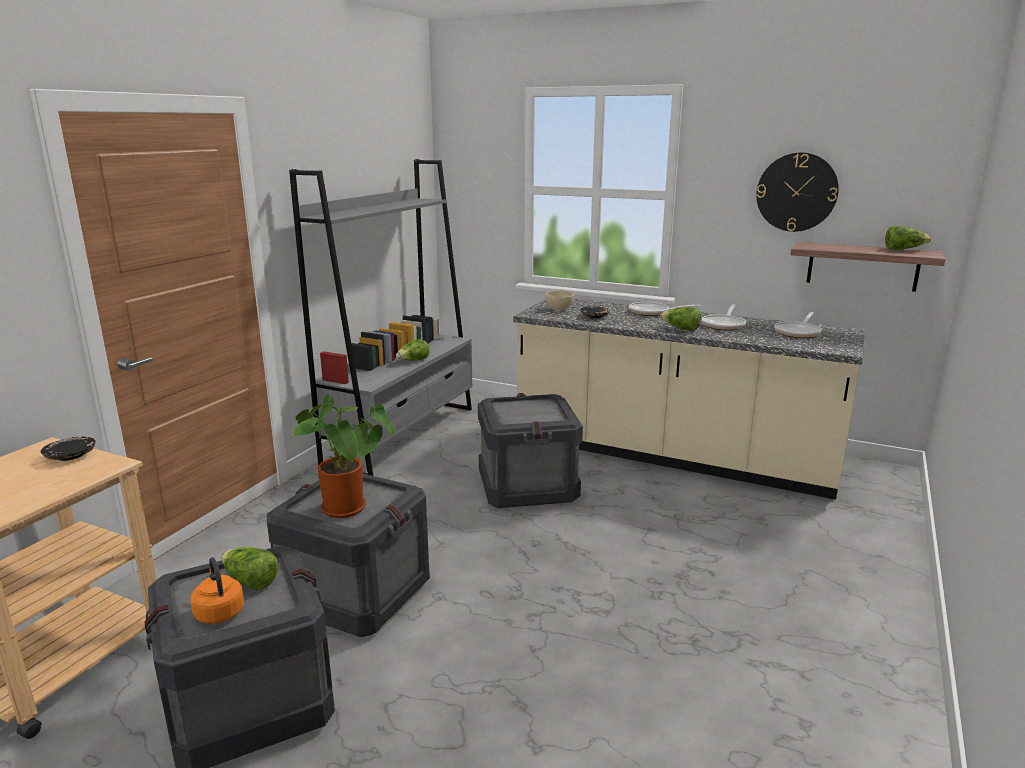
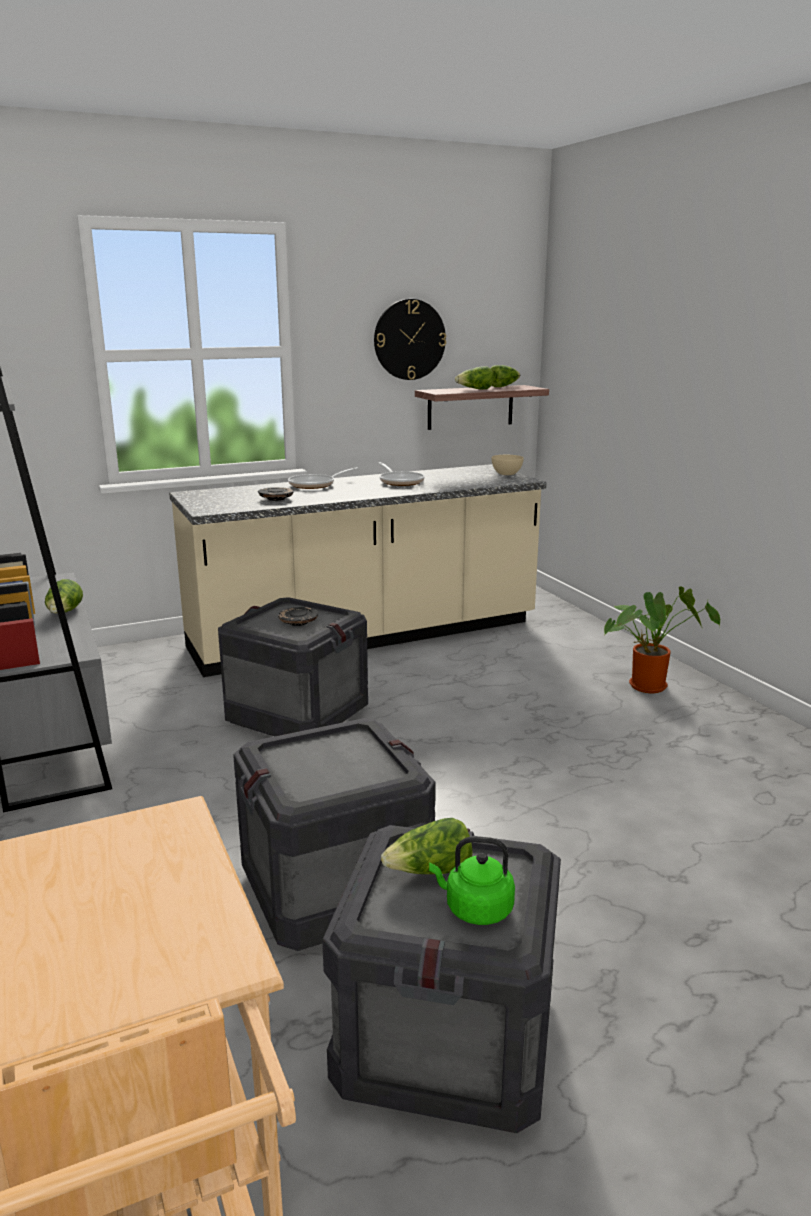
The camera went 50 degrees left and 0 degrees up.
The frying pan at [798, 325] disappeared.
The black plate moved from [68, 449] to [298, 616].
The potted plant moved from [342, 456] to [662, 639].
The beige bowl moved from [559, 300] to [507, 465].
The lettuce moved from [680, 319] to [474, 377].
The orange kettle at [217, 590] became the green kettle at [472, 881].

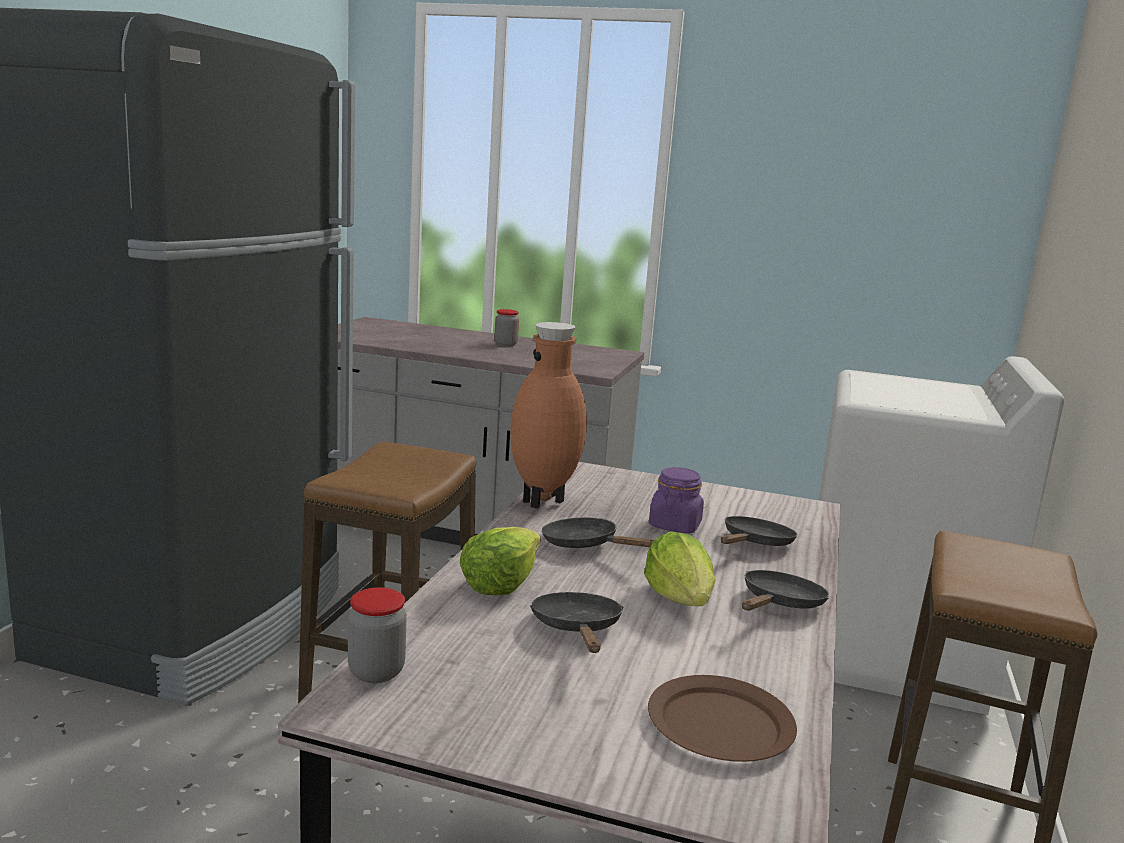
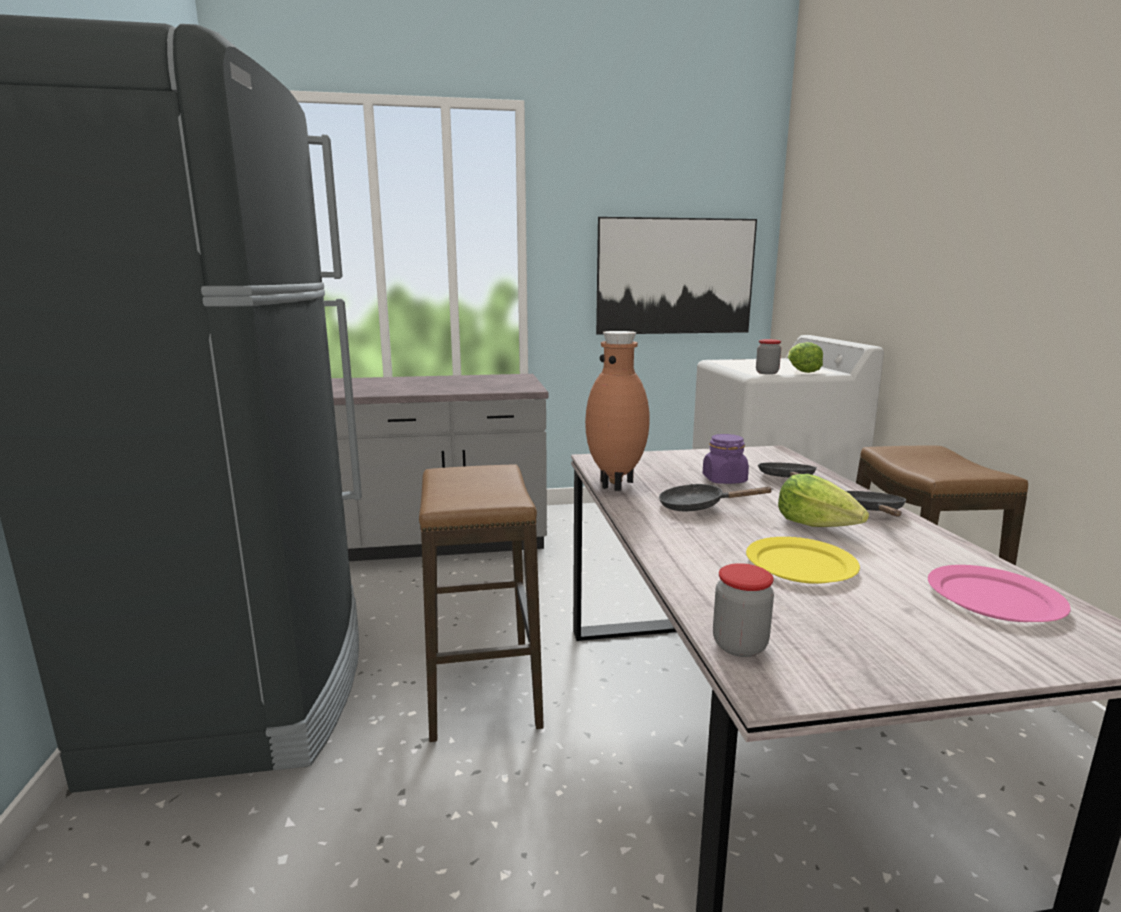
The camera went 25 degrees left and 0 degrees up.
The picture at [676, 276] appeared.
The lettuce moved from [500, 561] to [805, 357].
The jar moved from [506, 327] to [768, 357].
The black frying pan at [577, 622] was replaced by the yellow plate at [803, 560].
The brown plate at [722, 718] became the pink plate at [999, 593].

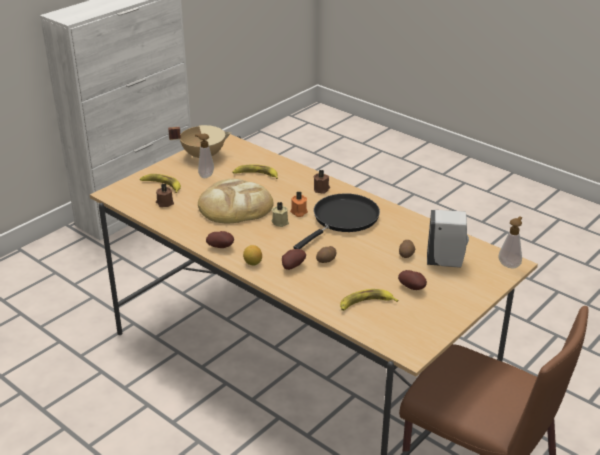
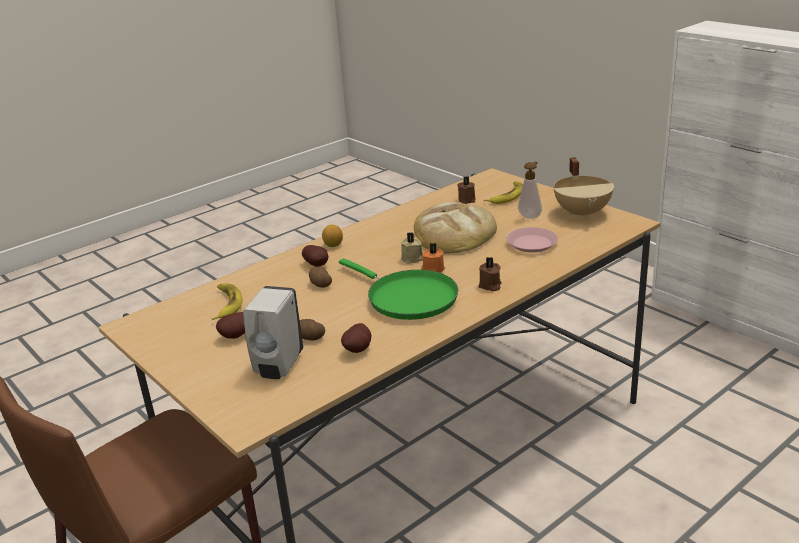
The camera went 100 degrees right and 5 degrees down.
The soap dispenser at [510, 242] disappeared.
The potato moved from [220, 239] to [356, 338].
The banana at [255, 172] was replaced by the pink plate at [532, 240].
The black frying pan at [337, 221] became the green frying pan at [398, 289].

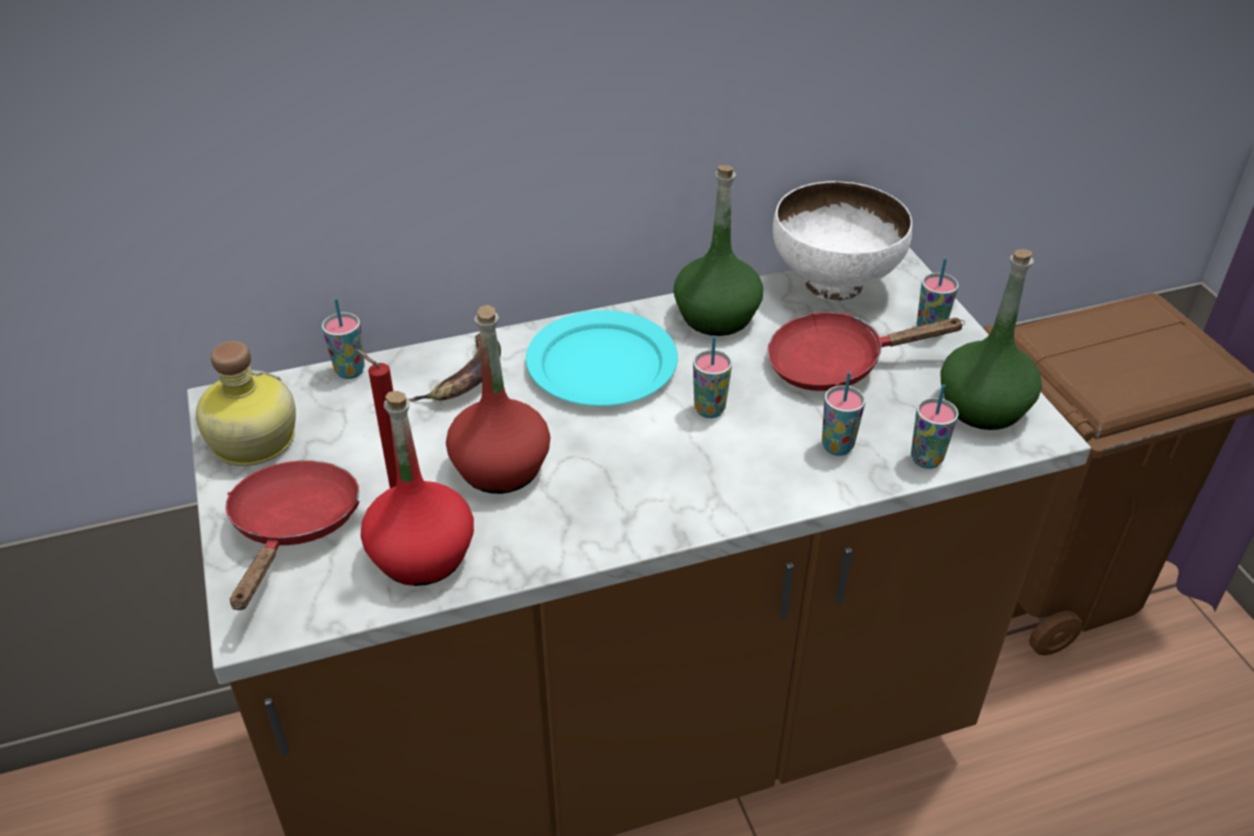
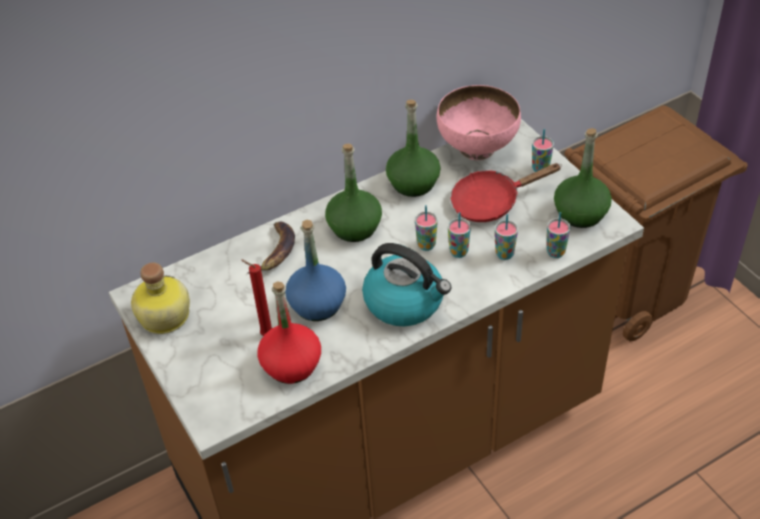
The camera went 10 degrees left and 5 degrees up.
The red frying pan at [292, 535] disappeared.
The kettle at [407, 284] appeared.
The cup moved from [343, 338] to [459, 235].
The turquoise plate at [602, 358] was replaced by the green bottle at [353, 192].
The red bottle at [498, 399] became the blue bottle at [315, 270].
The white bowl at [842, 241] became the pink bowl at [479, 122].

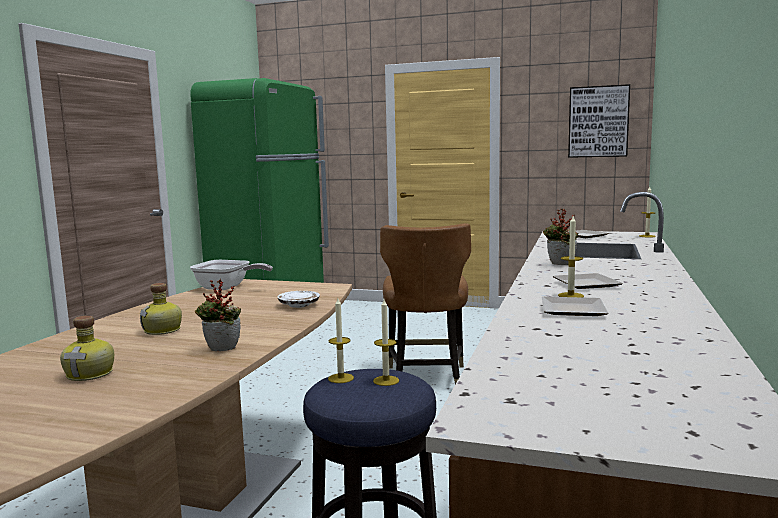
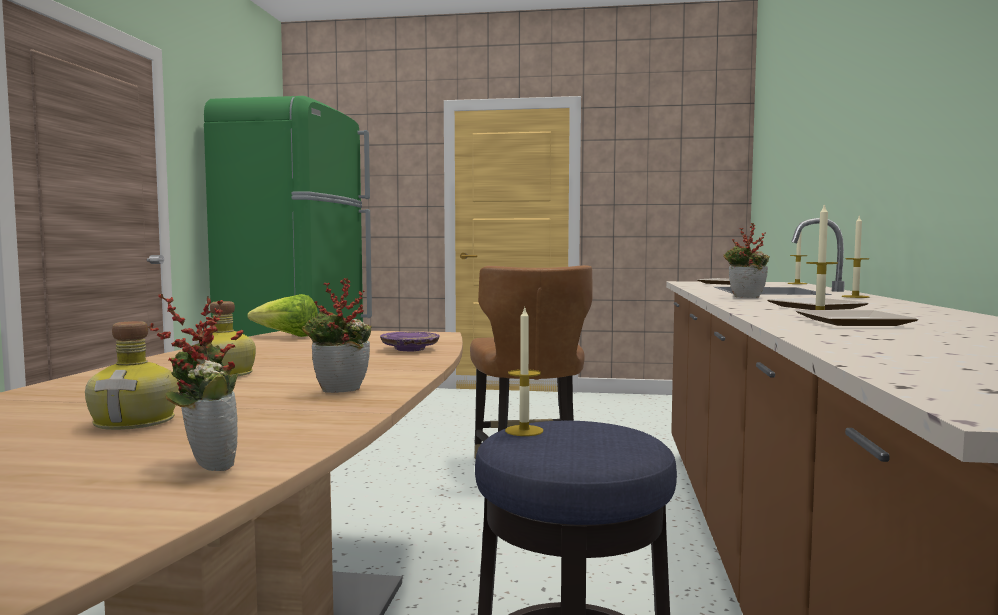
The camera went 10 degrees left and 5 degrees down.
The picture at [599, 121] disappeared.
The potted plant at [196, 382] appeared.
The candle moved from [386, 342] to [856, 257].
The frying pan at [231, 275] was replaced by the lettuce at [283, 315].
The white plate at [298, 299] became the purple plate at [409, 341].

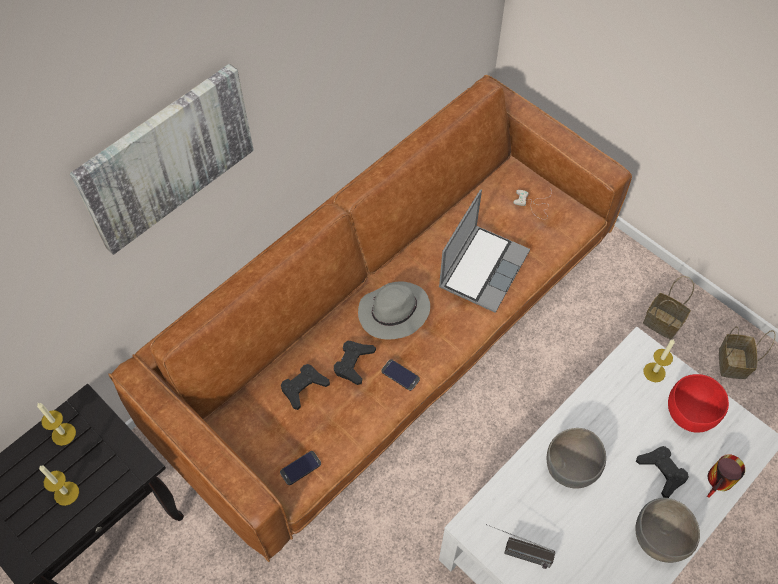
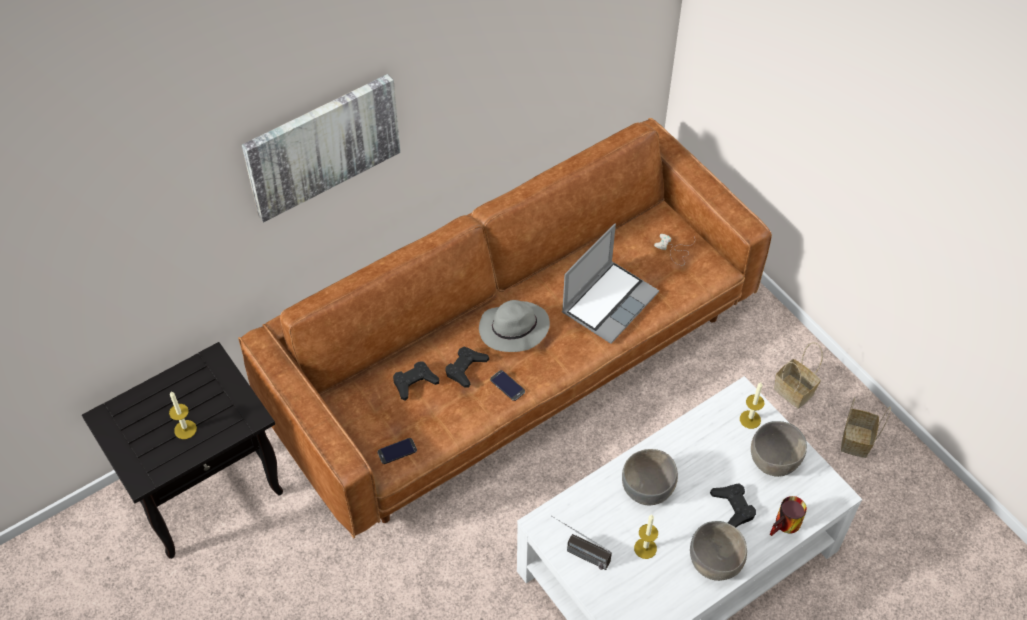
The camera went 10 degrees right and 5 degrees down.
The candle moved from [56, 424] to [646, 537].
The red bowl at [698, 403] became the grey bowl at [779, 449].

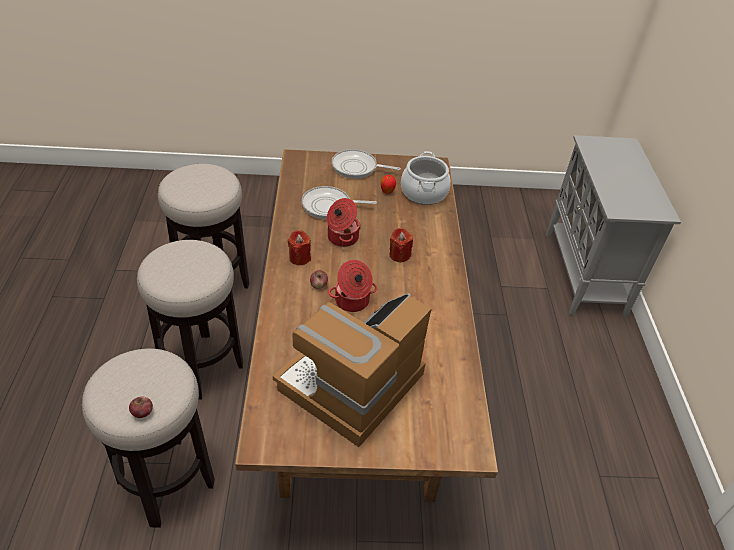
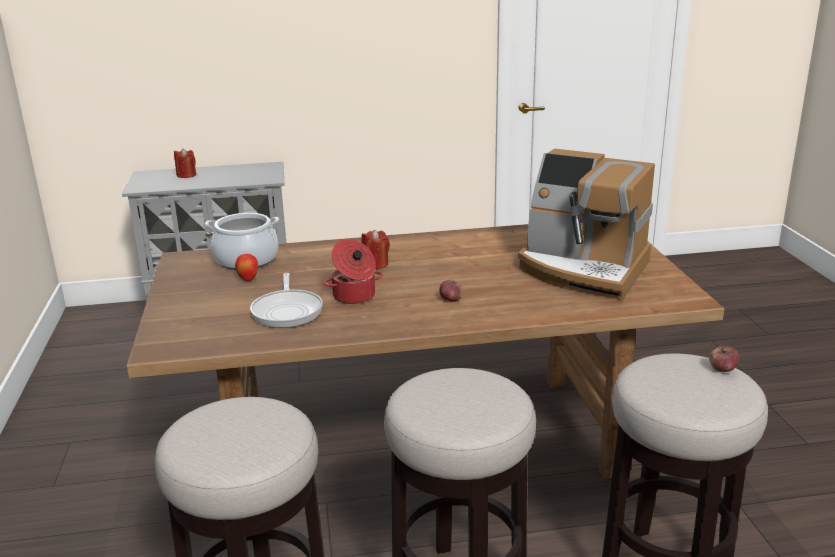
The camera went 95 degrees left and 20 degrees down.
The cooking pot at [352, 286] disappeared.
The frying pan at [366, 164] disappeared.
The red candle moved from [299, 247] to [185, 163].

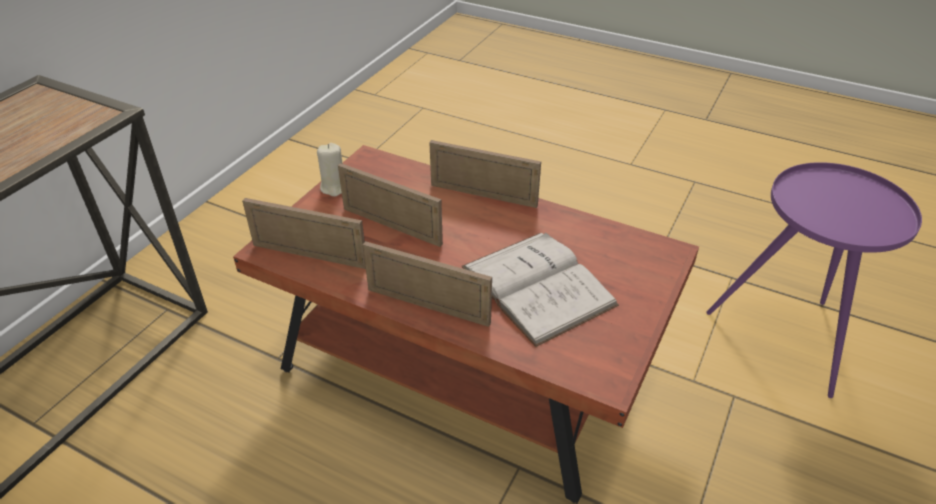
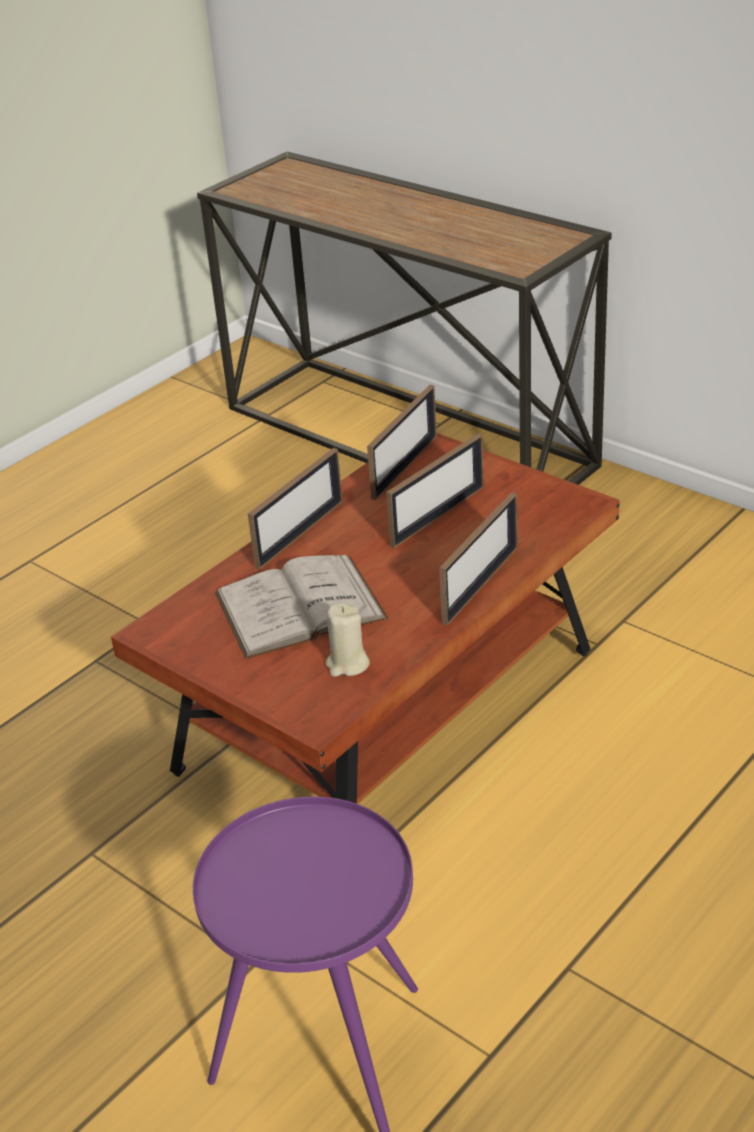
The camera went 105 degrees right and 5 degrees down.
The beige candle moved from [330, 170] to [348, 640].

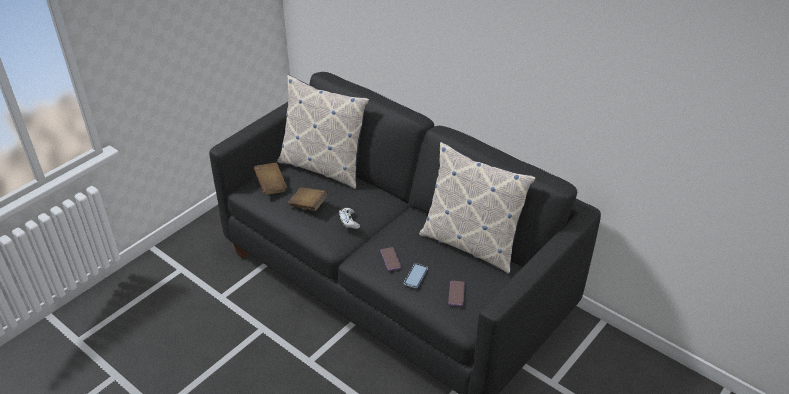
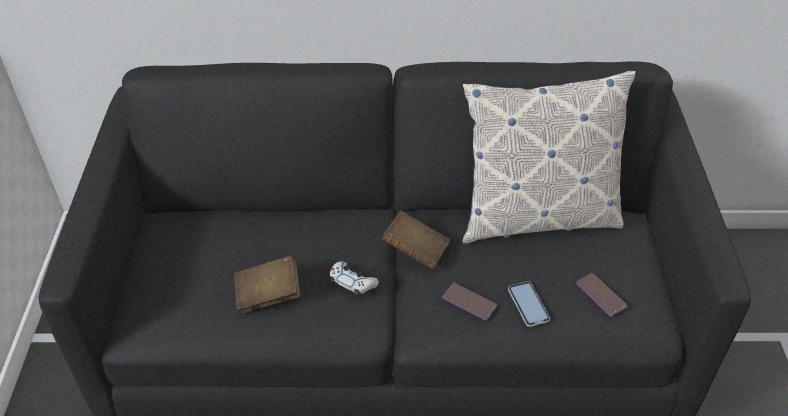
The camera went 40 degrees left and 5 degrees up.
The pillow at [323, 132] disappeared.
The brown book moved from [270, 178] to [416, 240].

